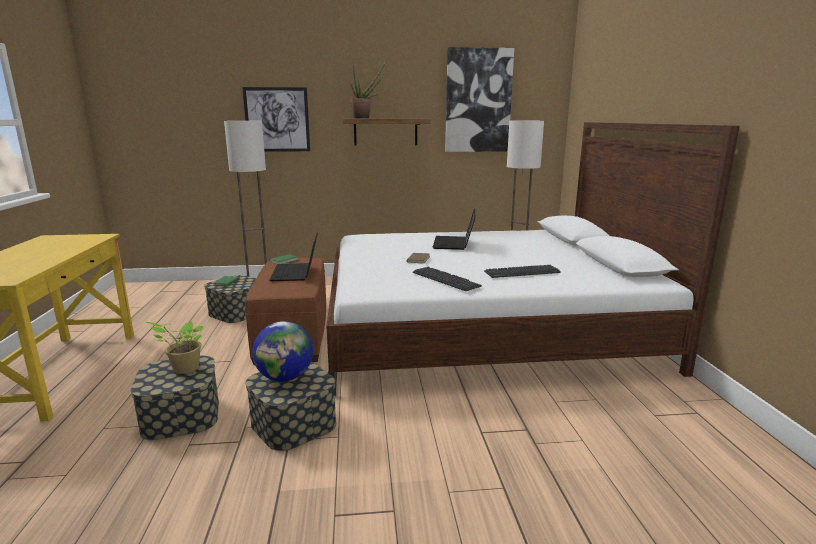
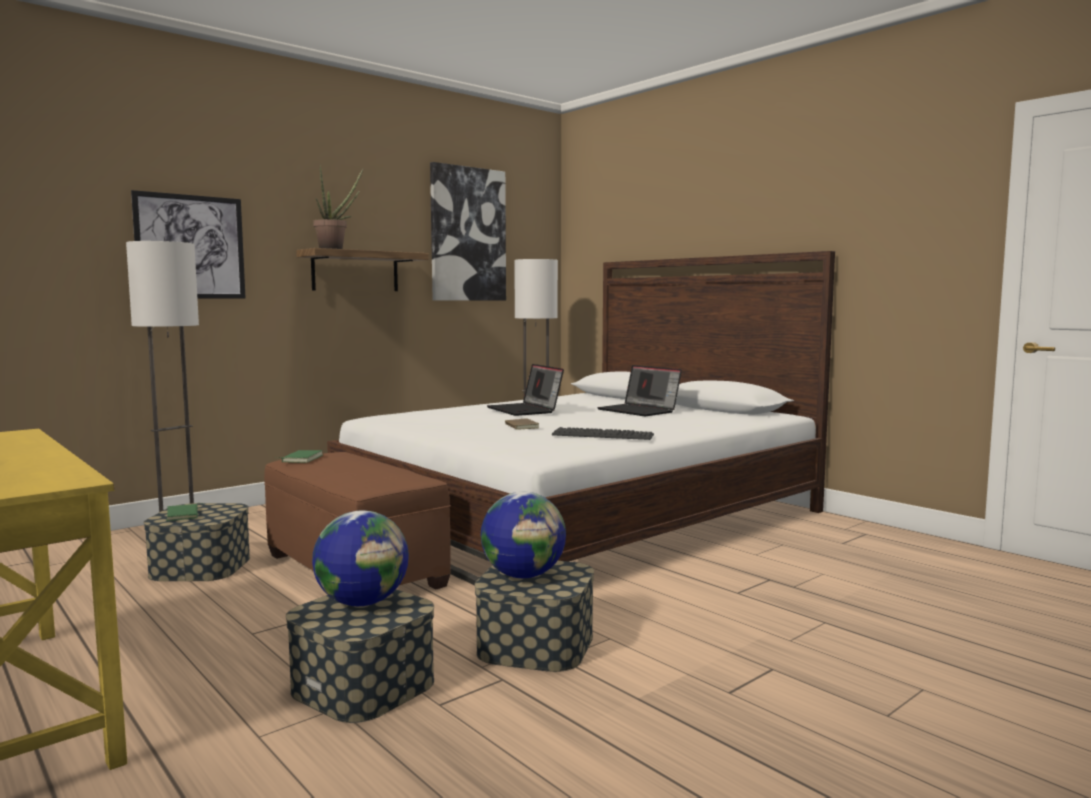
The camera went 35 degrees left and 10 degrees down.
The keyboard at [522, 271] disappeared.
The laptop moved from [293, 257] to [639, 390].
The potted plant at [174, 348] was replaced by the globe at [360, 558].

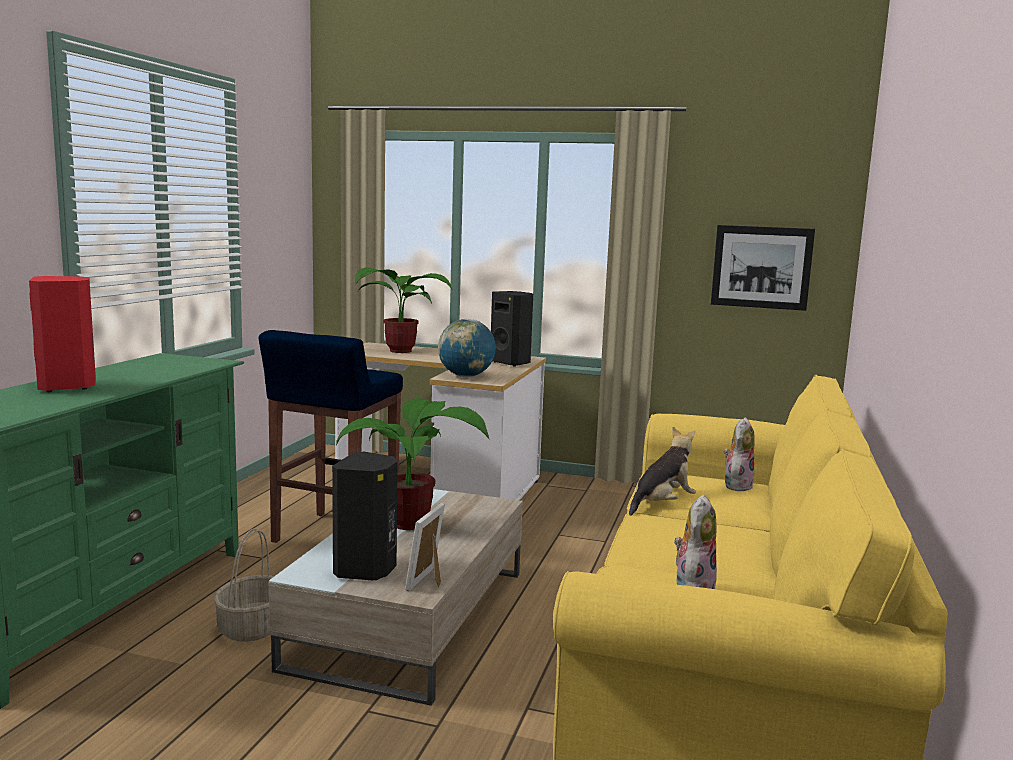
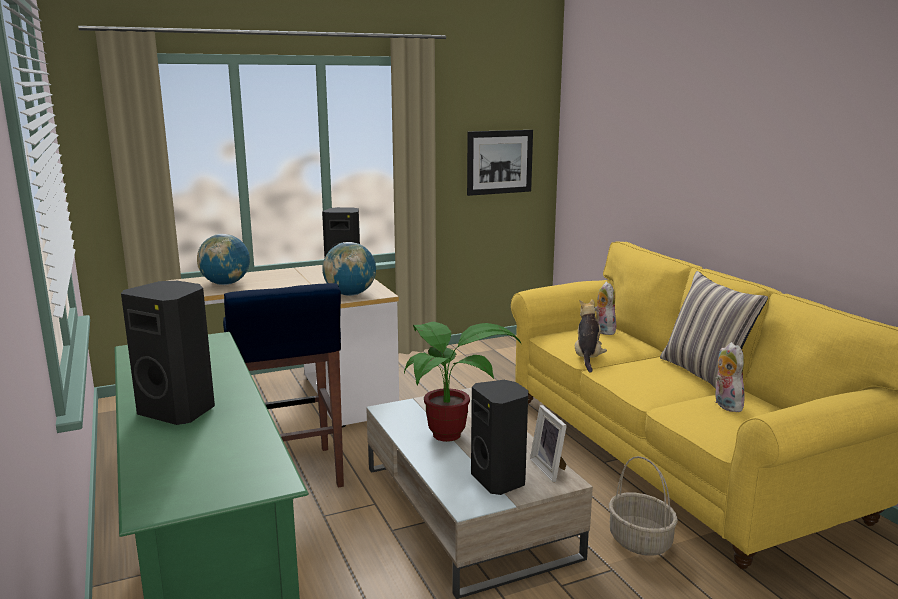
The camera went 40 degrees left and 5 degrees up.
The pillow at [714, 330] appeared.
The basket moved from [243, 585] to [643, 506].
The potted plant at [403, 310] was replaced by the globe at [223, 259].
The red speaker at [62, 334] became the black speaker at [168, 353].

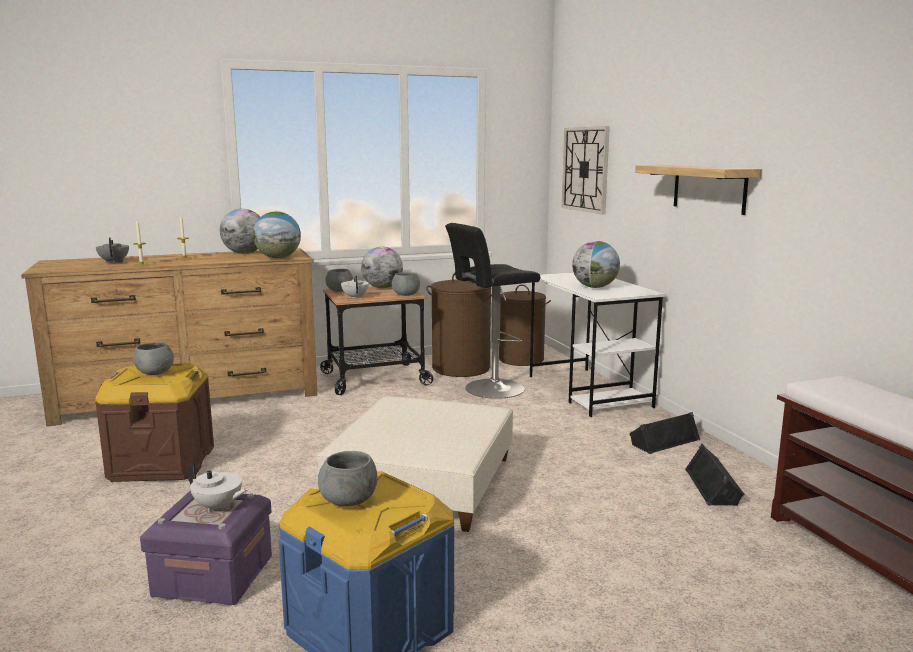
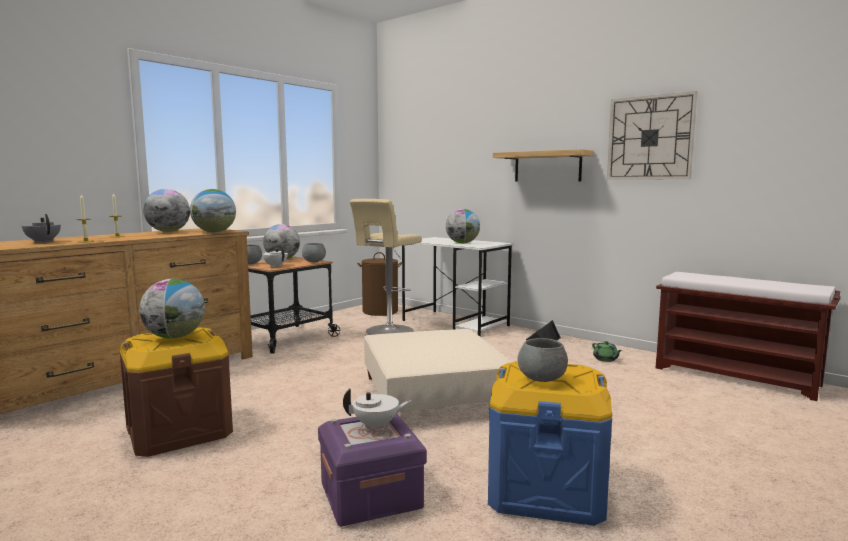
The camera went 30 degrees left and 5 degrees down.
The brown laundry basket at [459, 325] disappeared.
The wall clock moved from [586, 170] to [652, 135].
The grey bowl at [153, 358] was replaced by the globe at [172, 309].
The black speaker at [714, 475] was replaced by the green teapot at [607, 351].
The black stool at [492, 311] became the beige stool at [386, 267].

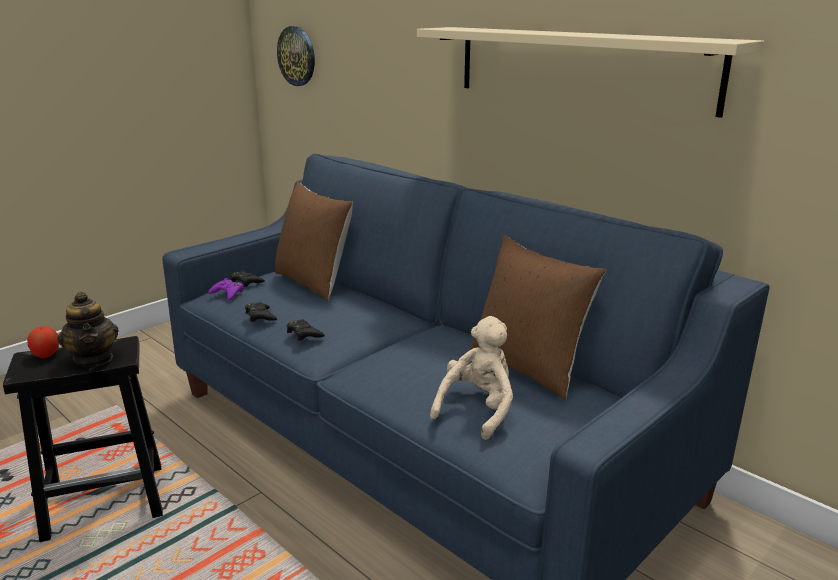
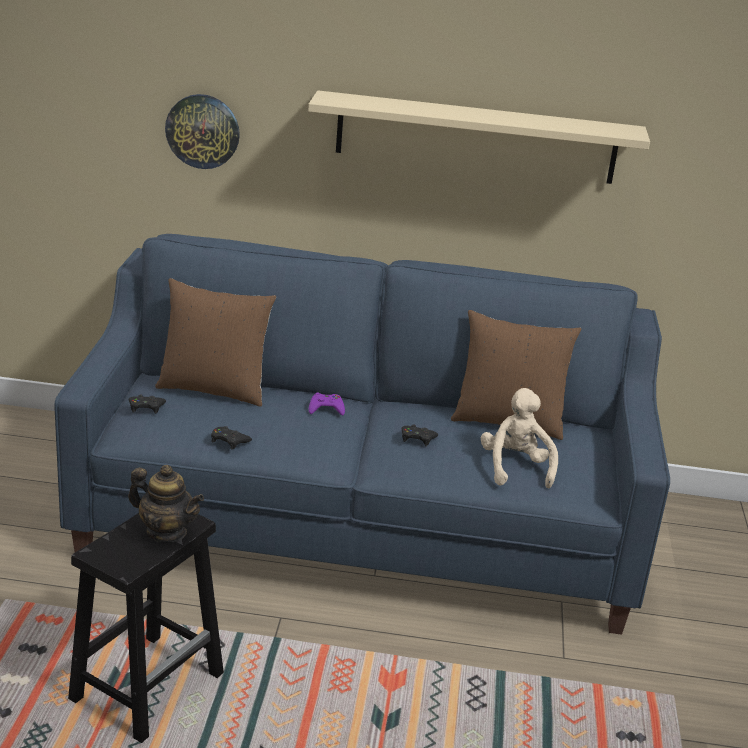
The camera went 40 degrees left and 5 degrees up.
The apple at [43, 342] disappeared.
The purple game controller moved from [225, 289] to [327, 404].
The wall clock moved from [296, 56] to [202, 131].
The black game controller moved from [306, 330] to [420, 435].

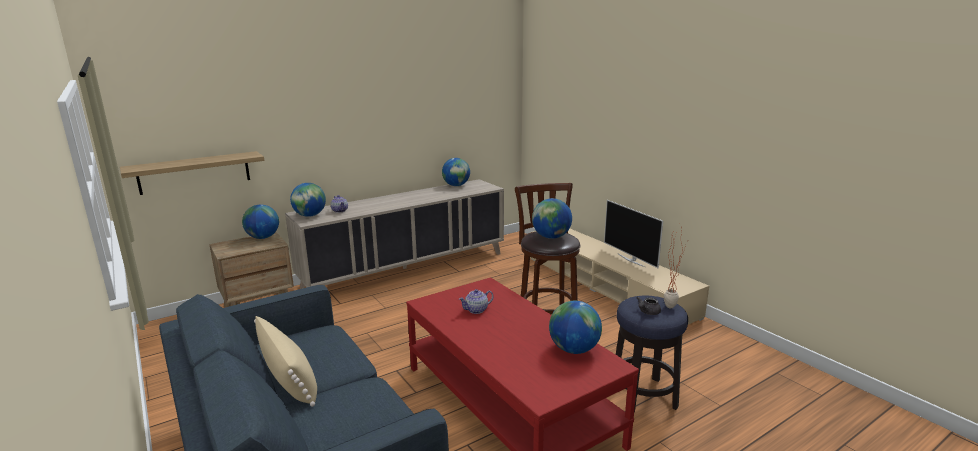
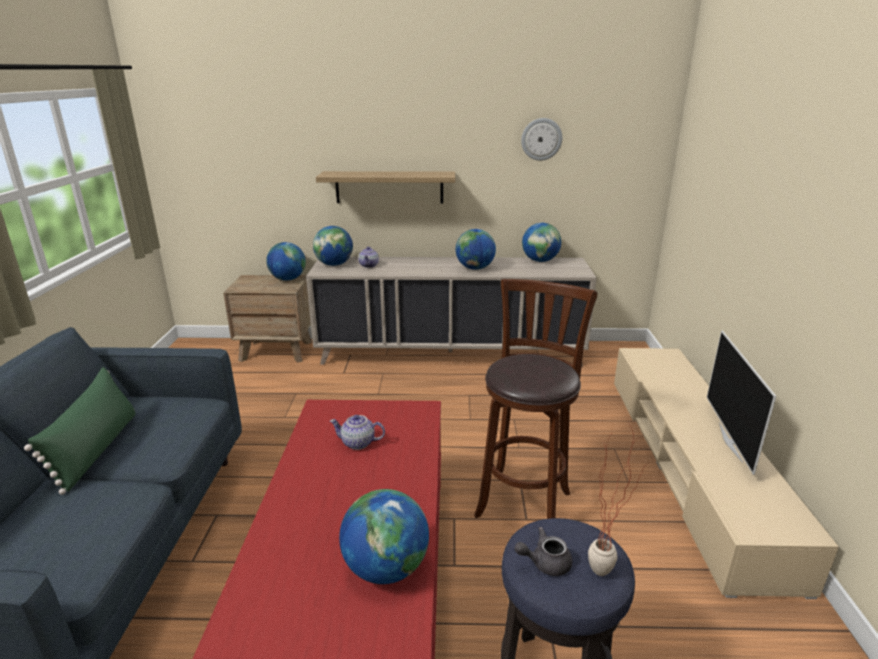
The camera went 35 degrees right and 5 degrees up.
The wall clock at [541, 139] appeared.
The shelf moved from [192, 173] to [385, 187].
The globe moved from [552, 218] to [476, 249].
The beige pillow at [285, 361] became the green pillow at [80, 431].

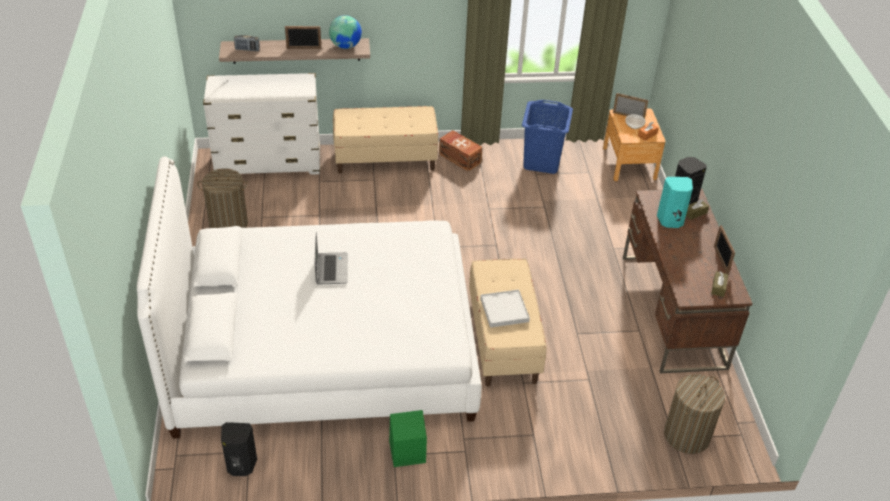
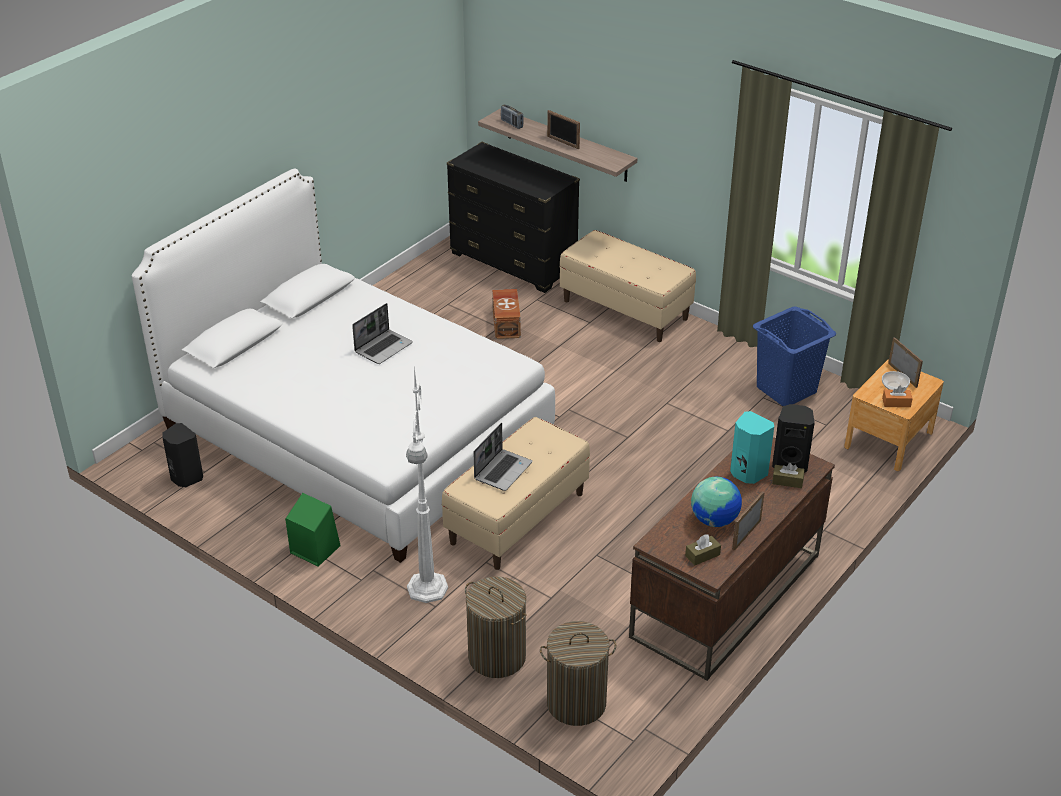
The camera went 45 degrees right and 5 degrees down.
The white floor lamp at [427, 485] appeared.
The laundry basket moved from [222, 198] to [496, 627].
The globe moved from [345, 32] to [716, 502].
The brown storage box moved from [461, 151] to [506, 314].
The white tray at [505, 309] was replaced by the laptop at [503, 457].
The white dresser at [261, 124] became the black dresser at [513, 217].

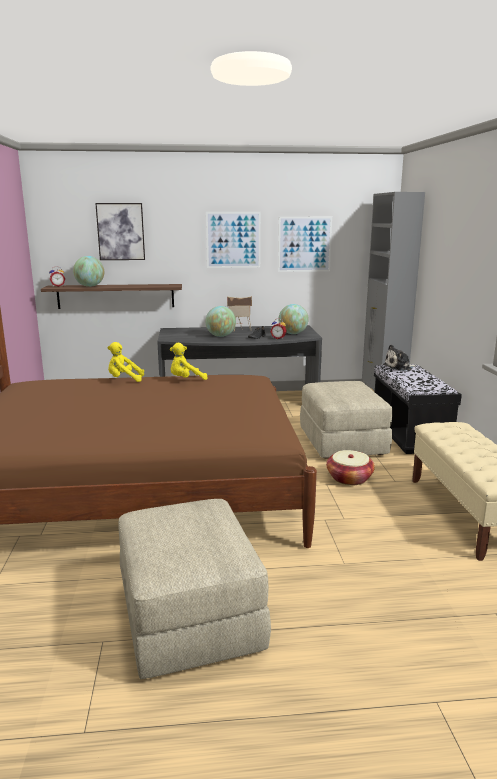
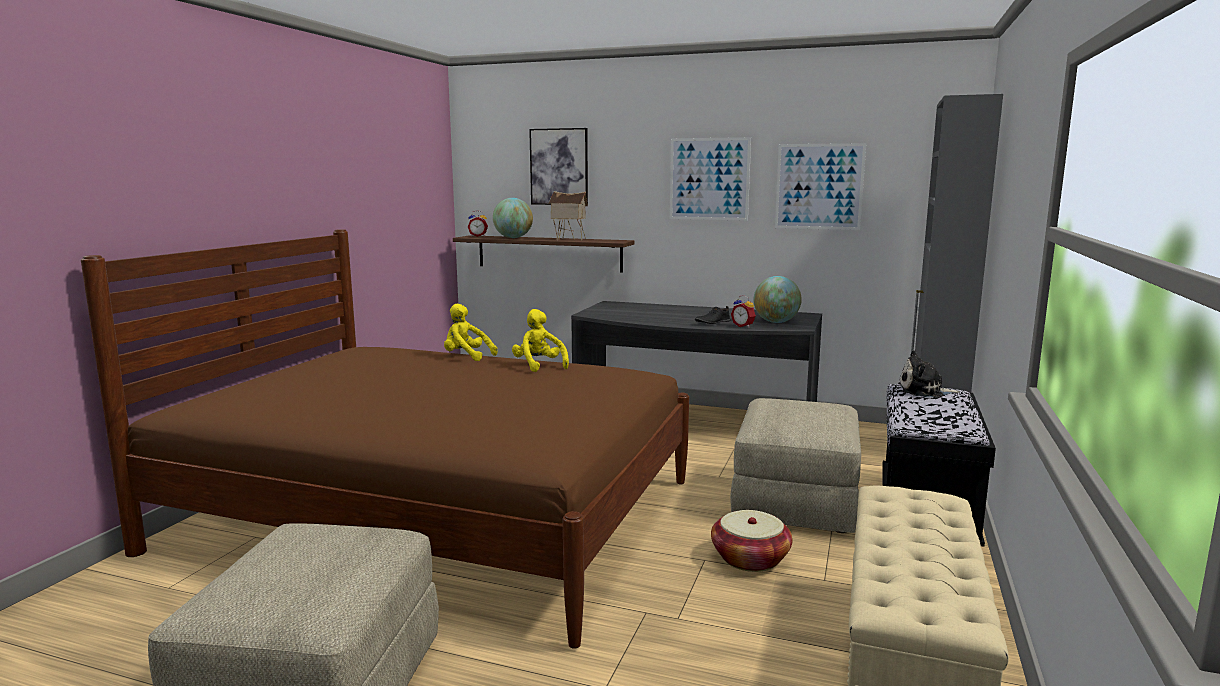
The camera went 25 degrees right and 5 degrees down.
The globe at [220, 321] disappeared.
The toy house moved from [239, 314] to [568, 216].
The yellow plush toy at [189, 361] turned 60 degrees clockwise.

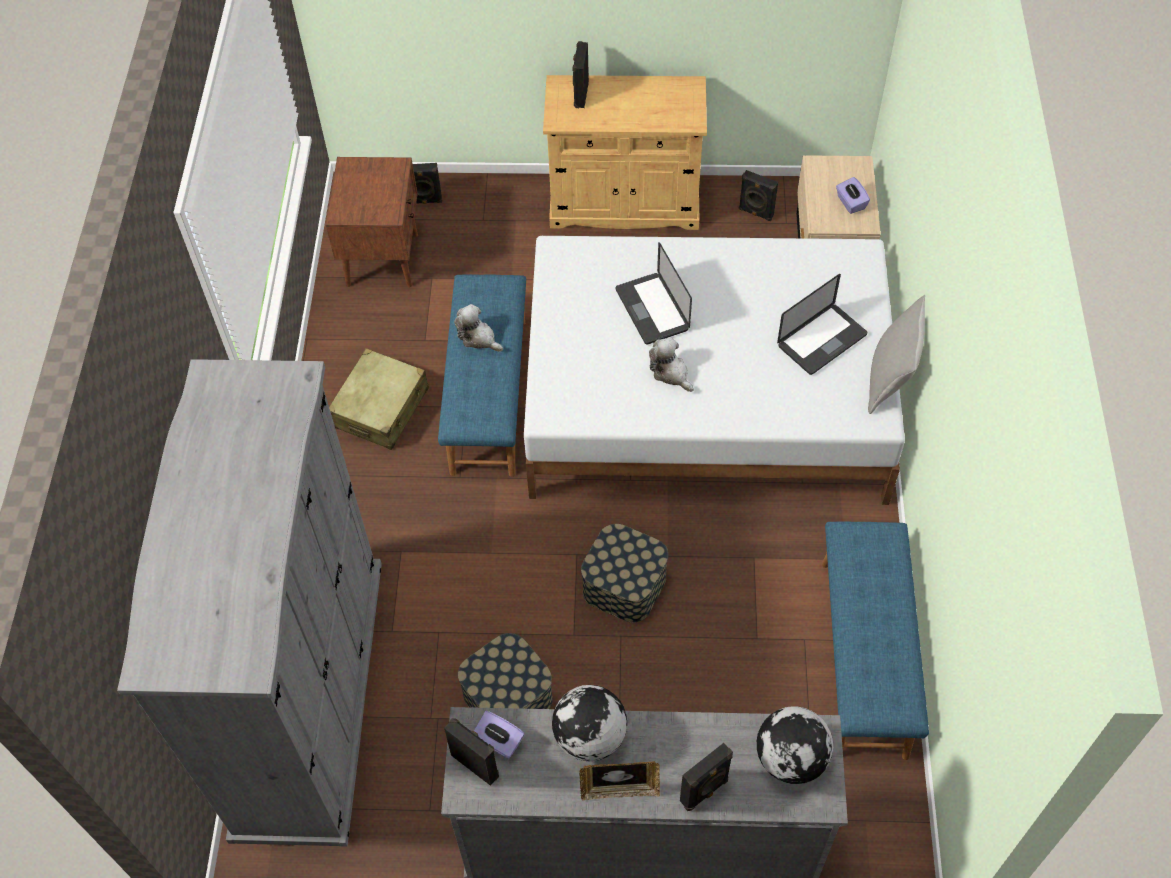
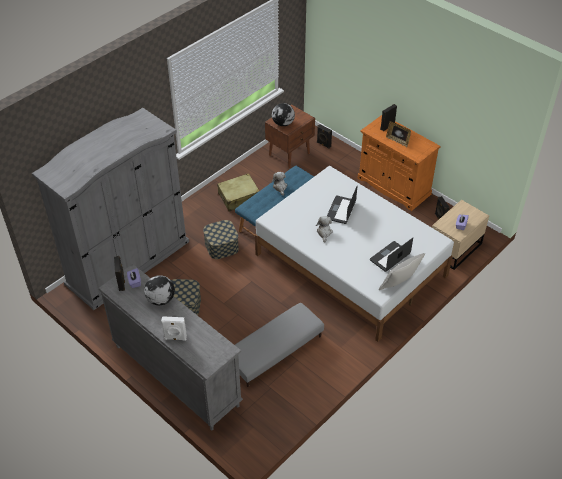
The camera went 40 degrees right and 10 degrees down.
The blue bench at [875, 641] disappeared.
The grey ottoman at [279, 345] appeared.
The picture frame moved from [619, 780] to [398, 134].
The storage box moved from [624, 573] to [221, 239].
The globe moved from [795, 745] to [283, 114].
The beige cabinet at [625, 152] became the orange cabinet at [399, 163].
The black speaker at [706, 777] became the white speaker at [174, 328].
The laptop at [822, 324] turned 135 degrees clockwise.

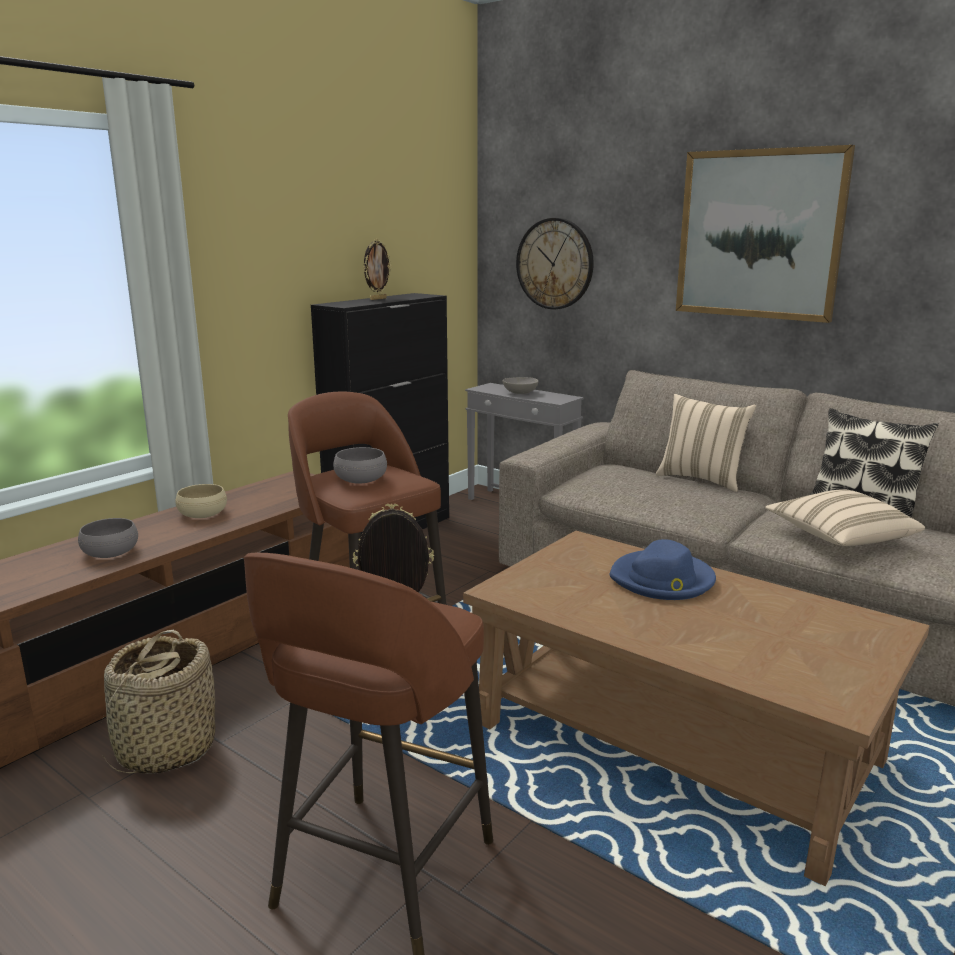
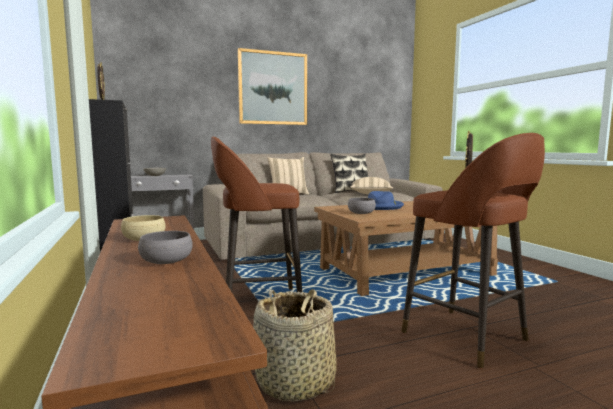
The camera went 60 degrees left and 10 degrees down.
The wall clock at [555, 263] disappeared.
The grey bowl moved from [360, 465] to [362, 206].

